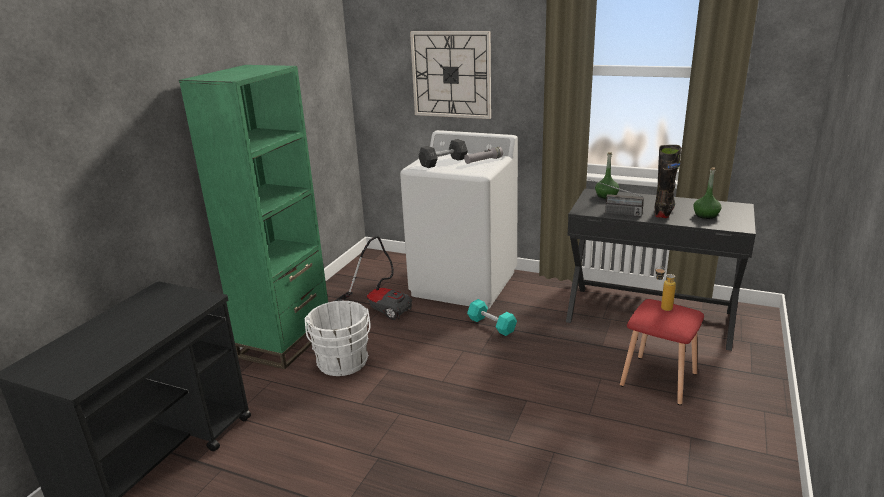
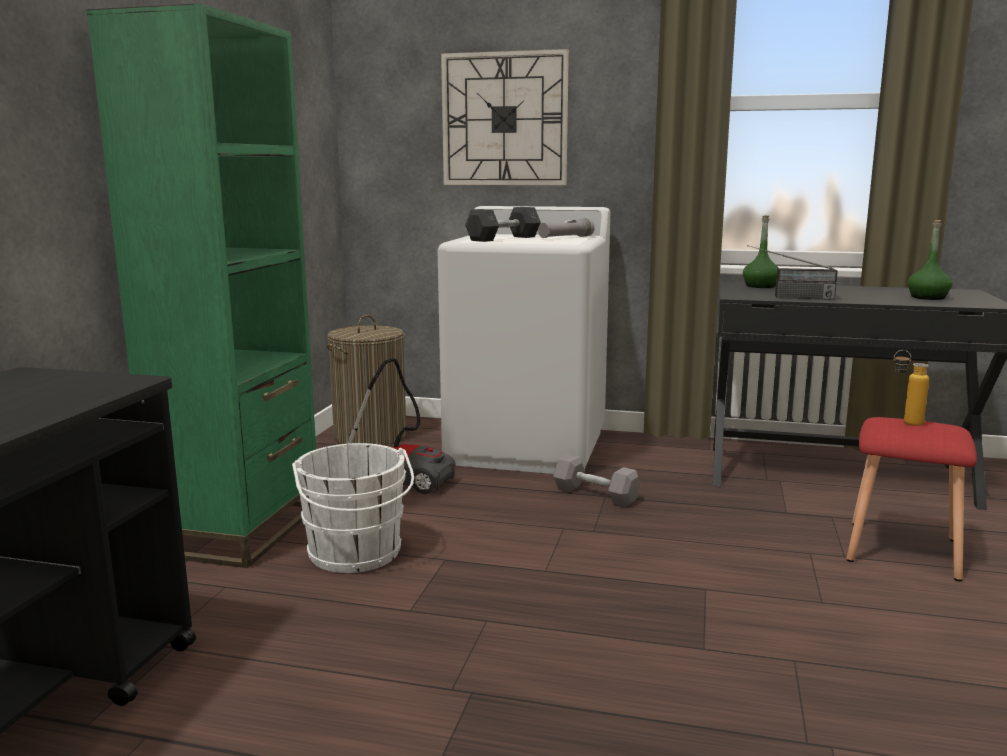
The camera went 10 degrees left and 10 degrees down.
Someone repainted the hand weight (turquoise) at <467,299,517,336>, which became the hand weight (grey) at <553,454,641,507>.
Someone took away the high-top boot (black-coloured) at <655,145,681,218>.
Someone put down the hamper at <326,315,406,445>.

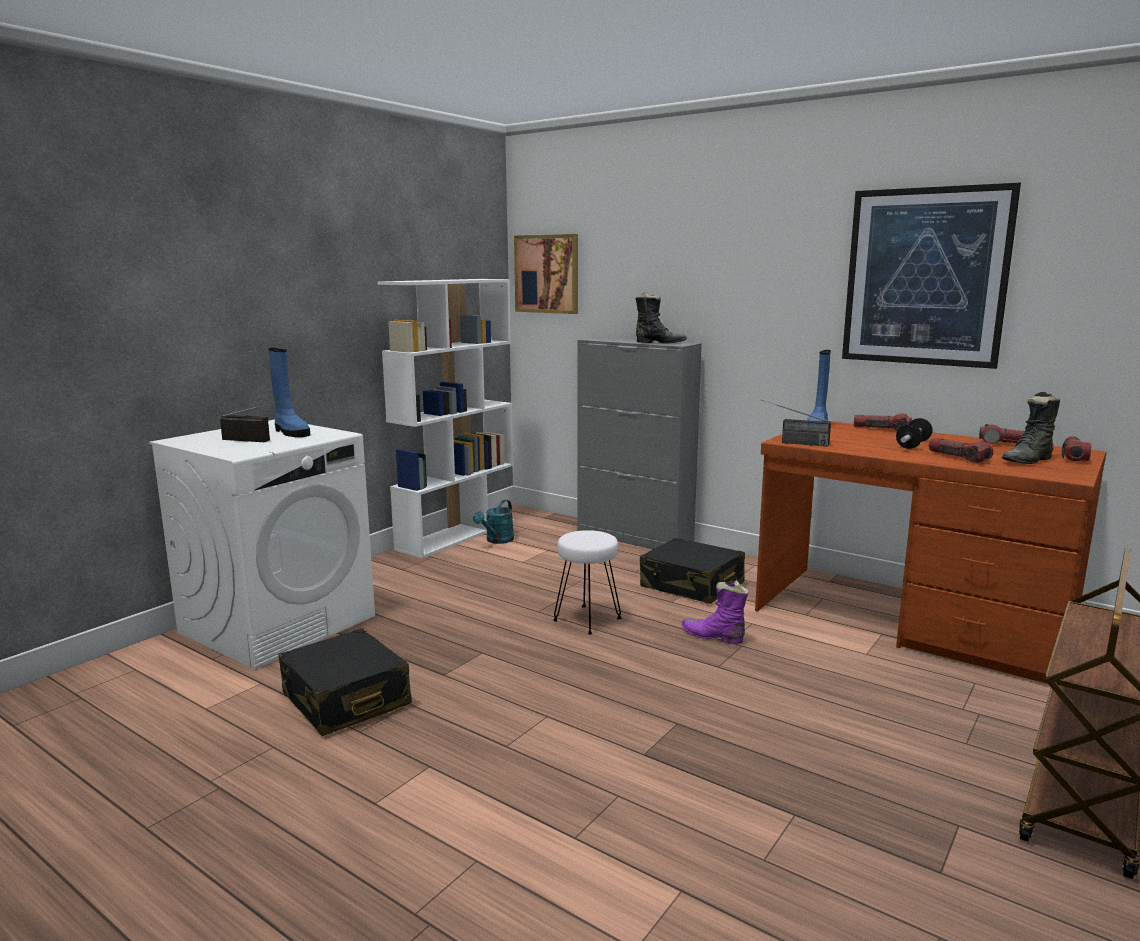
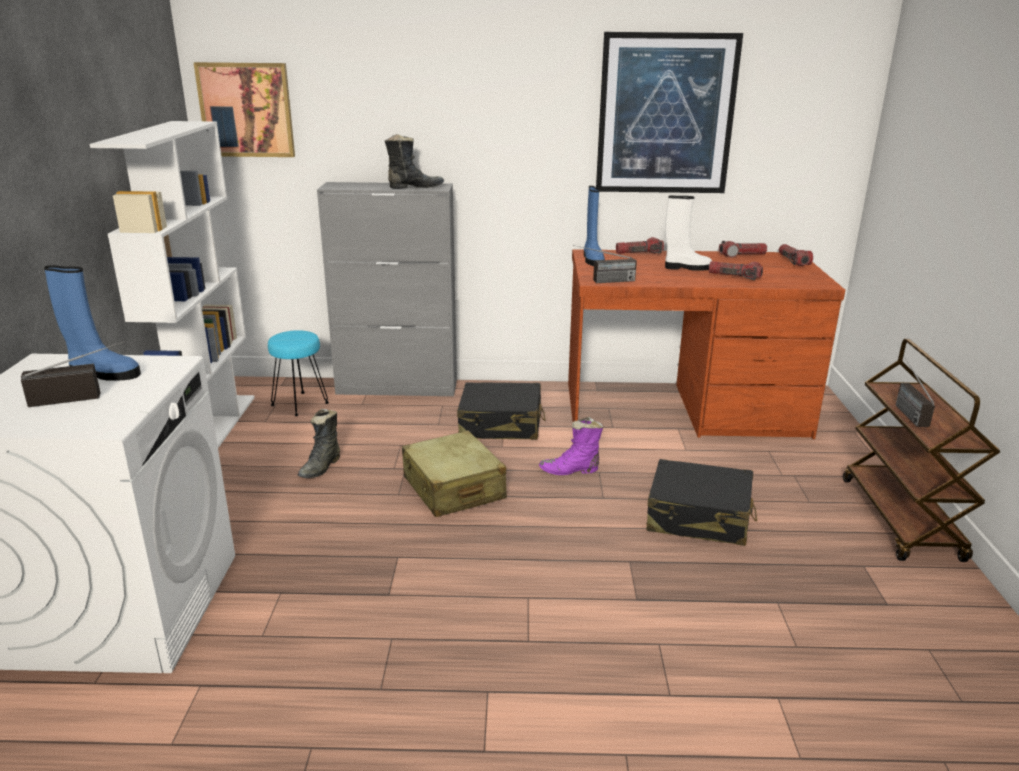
The camera went 35 degrees left and 10 degrees up.
Someone carried the travel case (black-coloured) from <279,628,412,736> to <646,459,757,546>.
Someone took away the watering can (turquoise) at <473,500,514,544>.
Someone swapped the stool (white-coloured) at <553,530,622,634> for the travel case (beige-coloured) at <402,430,507,517>.
Someone swapped the hand weight at <896,418,933,449> for the high-top boot (white-coloured) at <665,196,712,271>.
Someone carried the high-top boot (black-coloured) from <1002,391,1060,464> to <298,409,340,478>.
Someone put down the stool (turquoise) at <268,330,329,416>.
Someone put down the radio set at <896,355,935,427>.

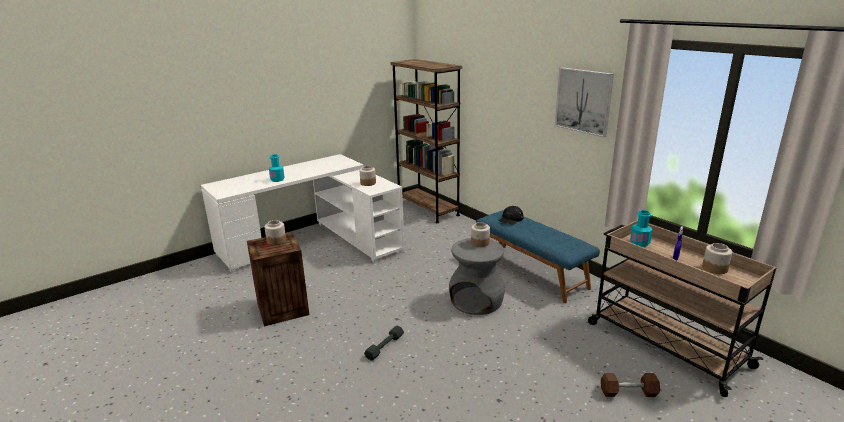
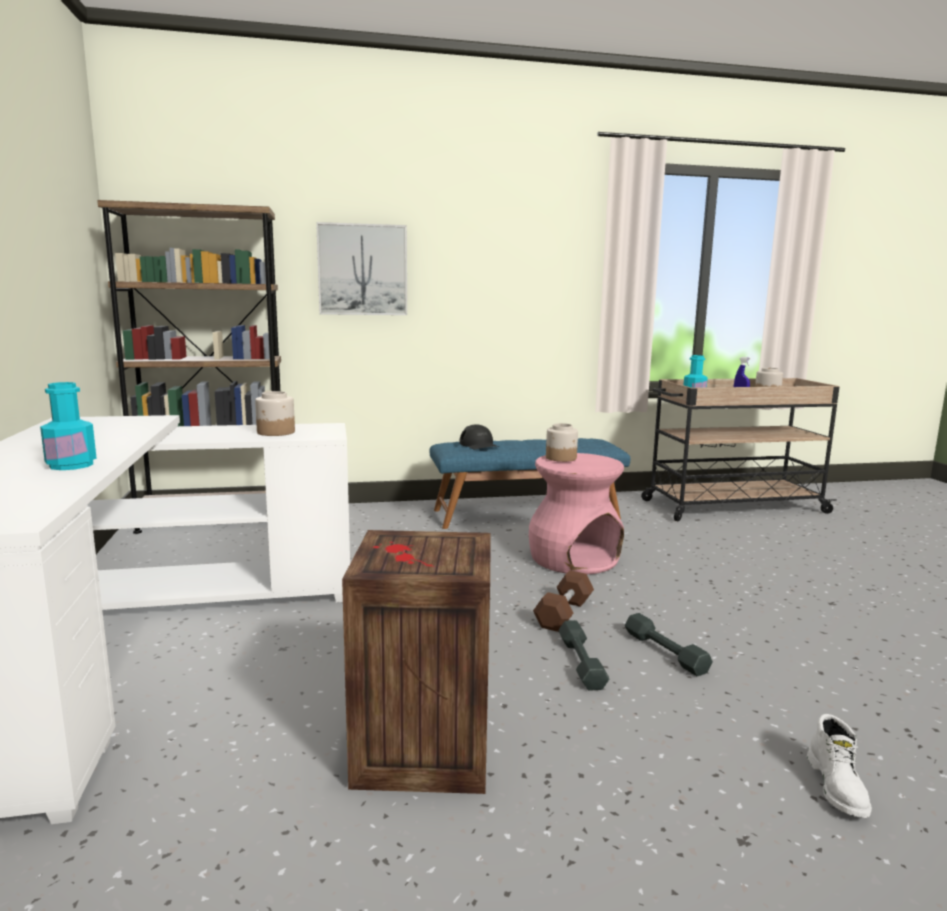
The camera went 65 degrees left and 10 degrees down.
Someone took away the jar at <265,220,286,245>.
Someone repainted the stool (grey) at <449,238,505,315>, which became the stool (pinkish) at <529,453,624,574>.
Someone carried the wall art from <555,67,614,138> to <316,222,407,315>.
Someone carried the hand weight (brownish) from <601,373,660,397> to <533,570,594,632>.
Someone put down the hand weight (grey) at <558,620,610,690>.
Someone put down the high-top boot (white-coloured) at <807,714,872,818>.

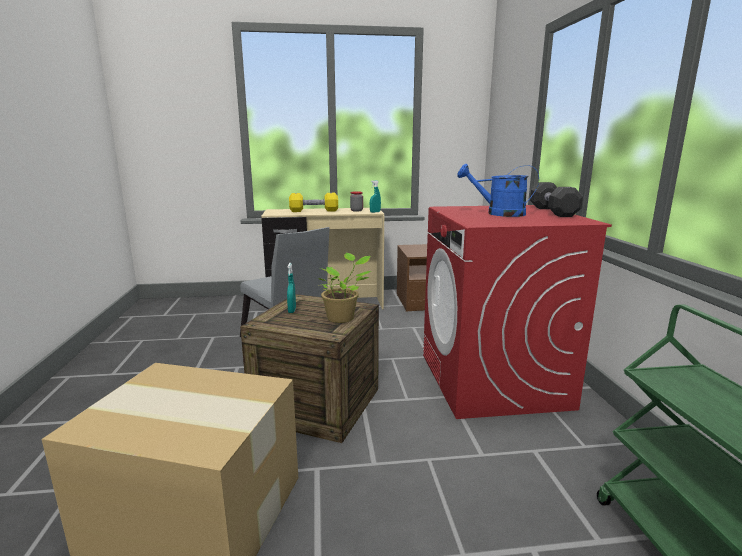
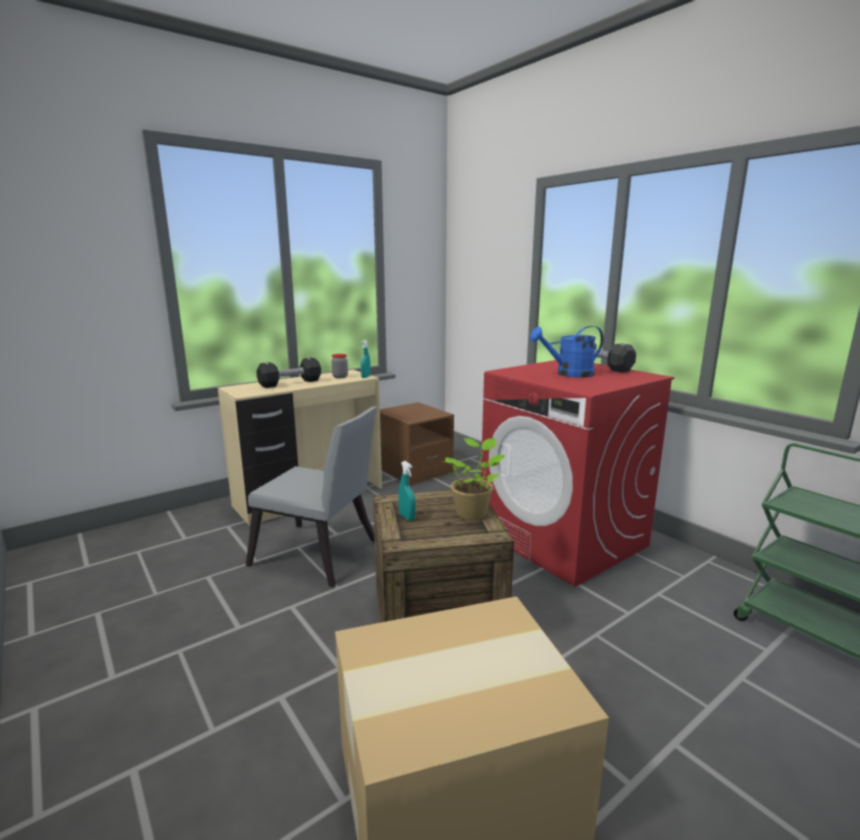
The camera went 30 degrees left and 0 degrees up.
Someone repainted the hand weight (yellow-coloured) at <289,193,338,212>, which became the hand weight (black-coloured) at <256,358,321,388>.

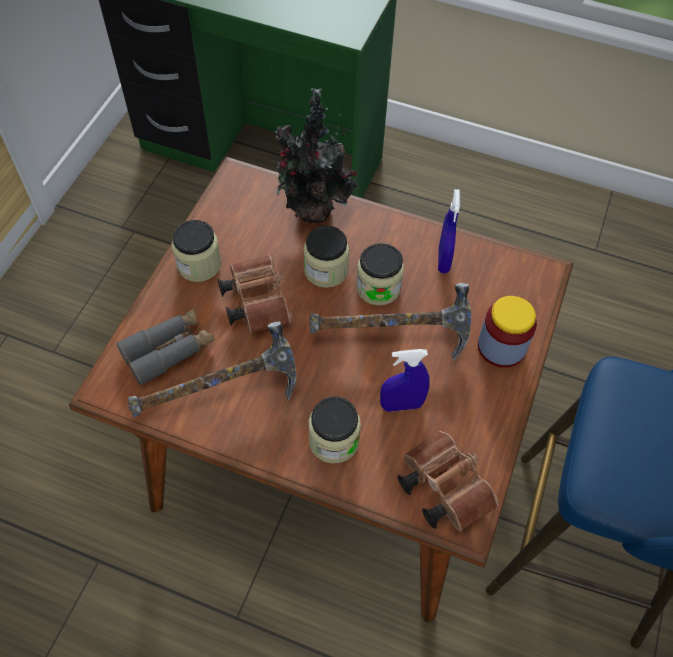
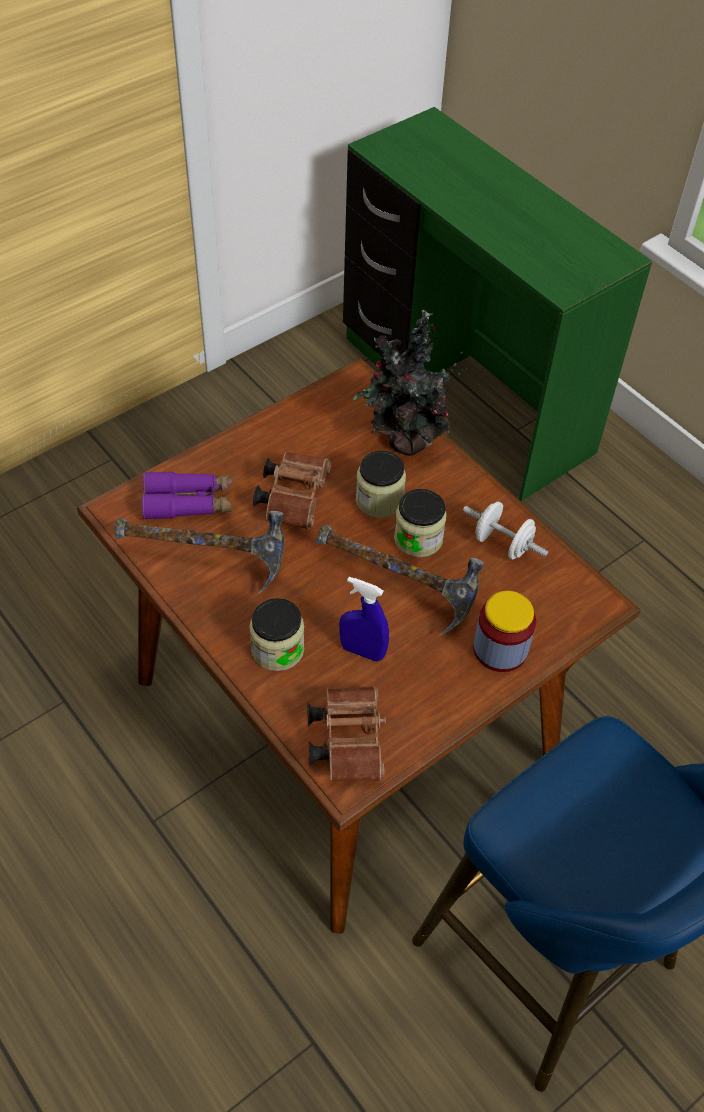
The camera went 30 degrees right and 5 degrees down.
Someone repainted the binoculars (grey) at <117,309,215,385>, which became the binoculars (purple) at <142,472,232,520>.
Someone took away the jar at <172,220,221,282>.
Someone swapped the sprayer (blue-coloured) at <438,189,460,274> for the hand weight (white-coloured) at <463,502,548,559>.

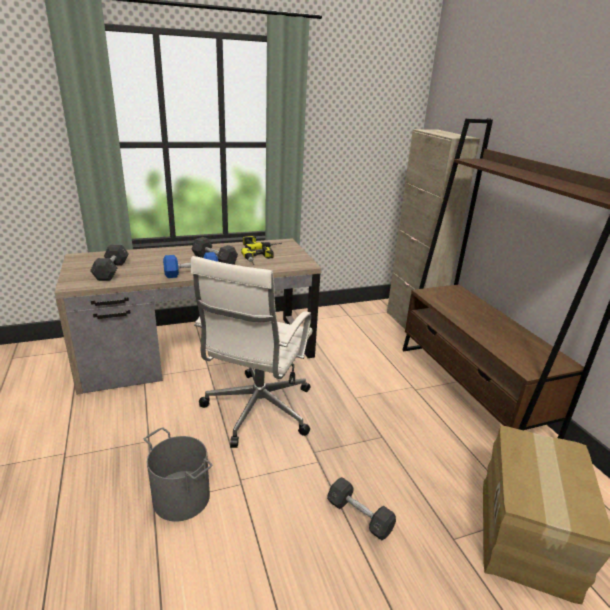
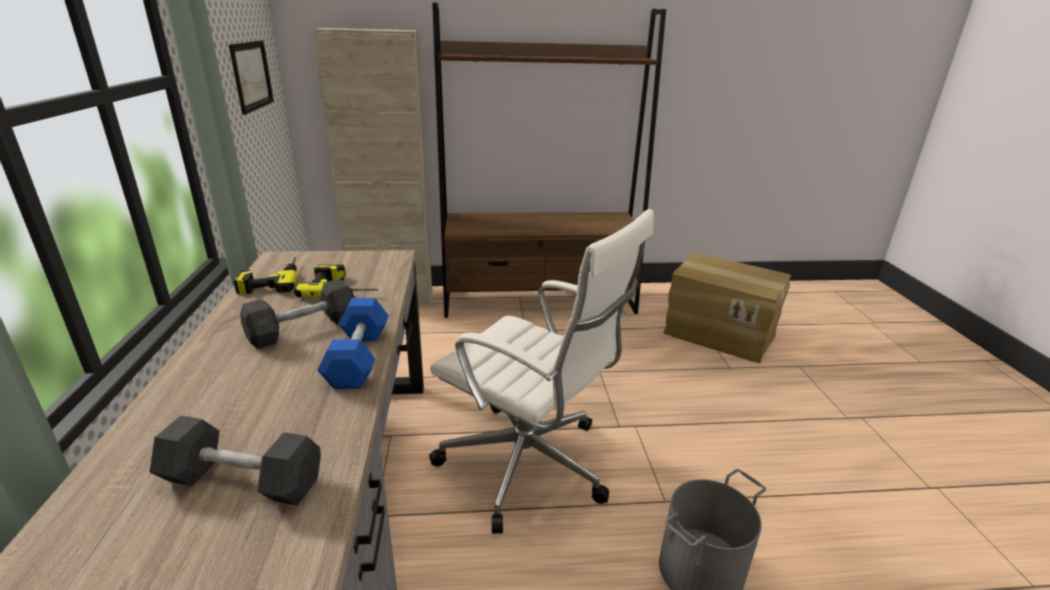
The camera went 75 degrees left and 0 degrees up.
Someone took away the hand weight (grey) at <327,477,396,540>.
Someone put up the wall art at <229,40,274,115>.

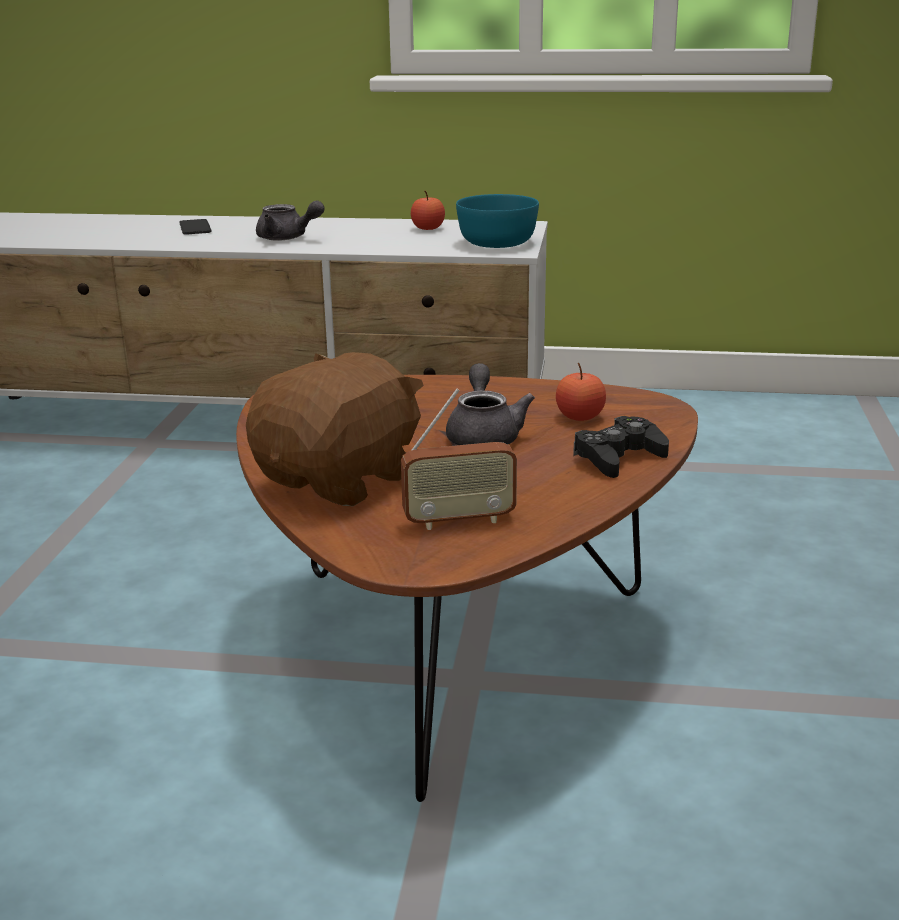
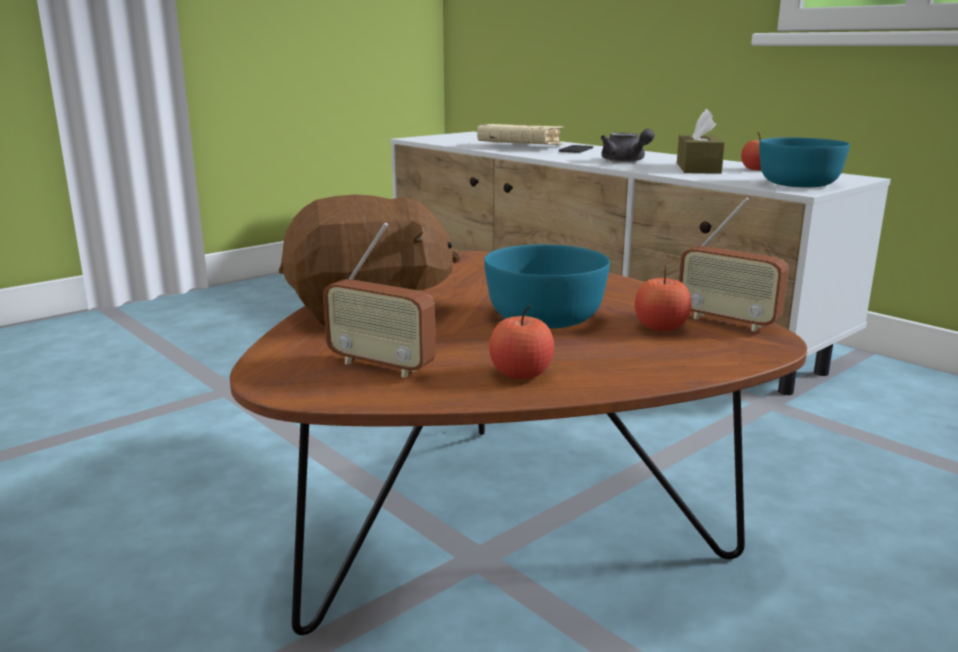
The camera went 40 degrees right and 5 degrees down.
Someone swapped the tea pot (grey) at <446,363,535,445> for the bowl (turquoise) at <484,244,610,329>.
Someone took away the game controller (black-coloured) at <573,416,669,478>.
Someone put down the book (beige-coloured) at <477,124,564,146>.
Someone put down the apple fruit at <489,305,554,379>.
Someone put down the box of tissues (brownish) at <677,109,725,174>.
Someone put down the radio set at <679,197,789,331>.

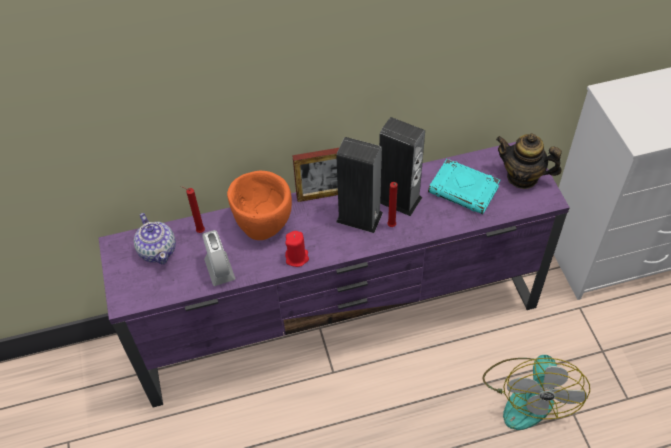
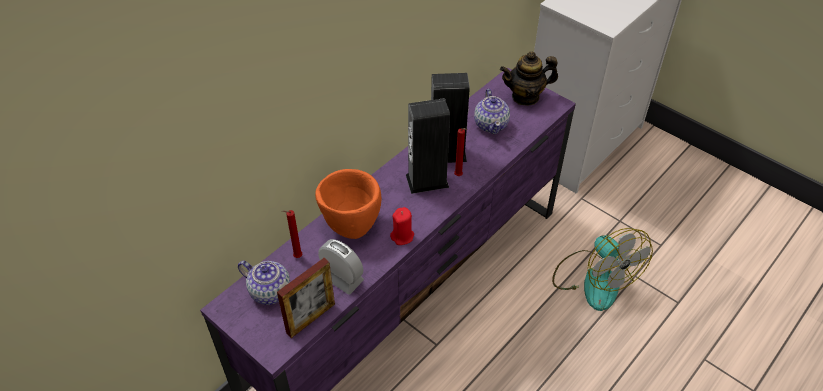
The camera went 35 degrees left and 5 degrees down.
Someone carried the standing frame from <292,148,339,202> to <277,258,335,338>.
Someone swapped the book (turquoise) at <428,159,500,214> for the tea pot at <474,89,510,134>.

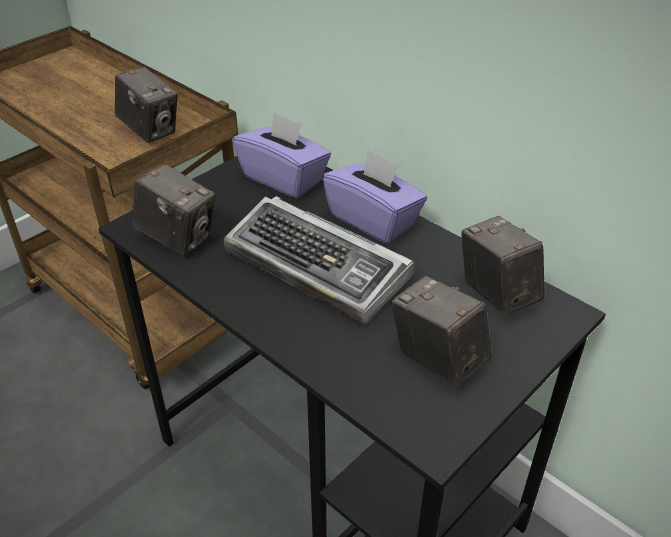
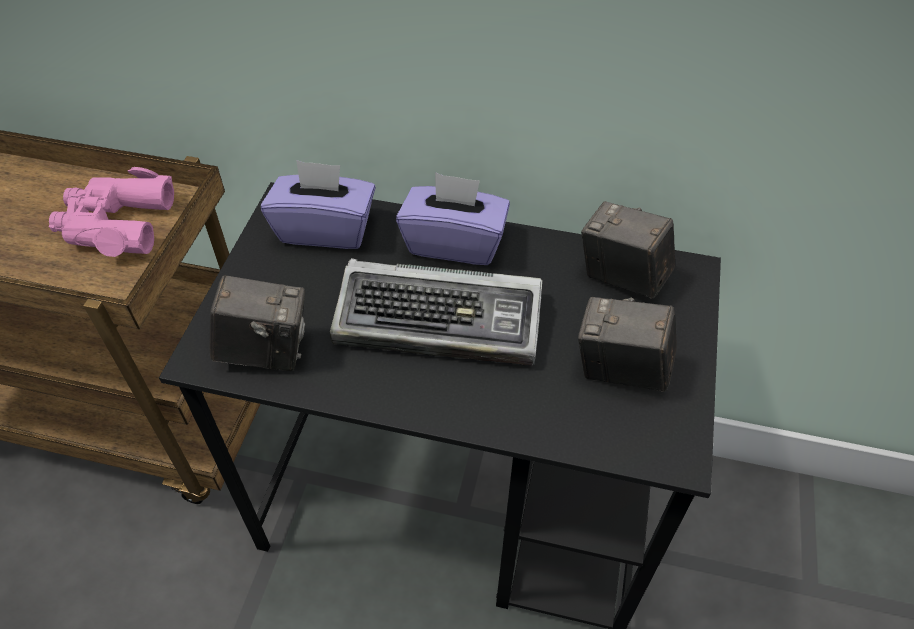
The camera went 30 degrees left and 10 degrees up.
Someone swapped the still camera at <115,66,178,143> for the binoculars (pinkish) at <49,167,174,257>.

